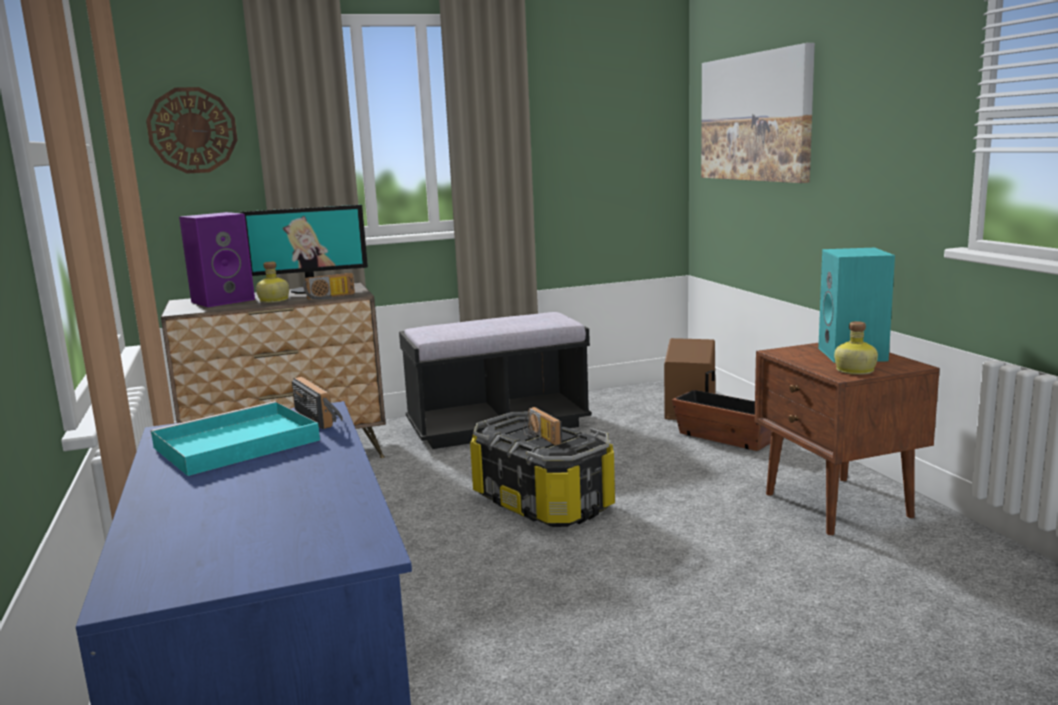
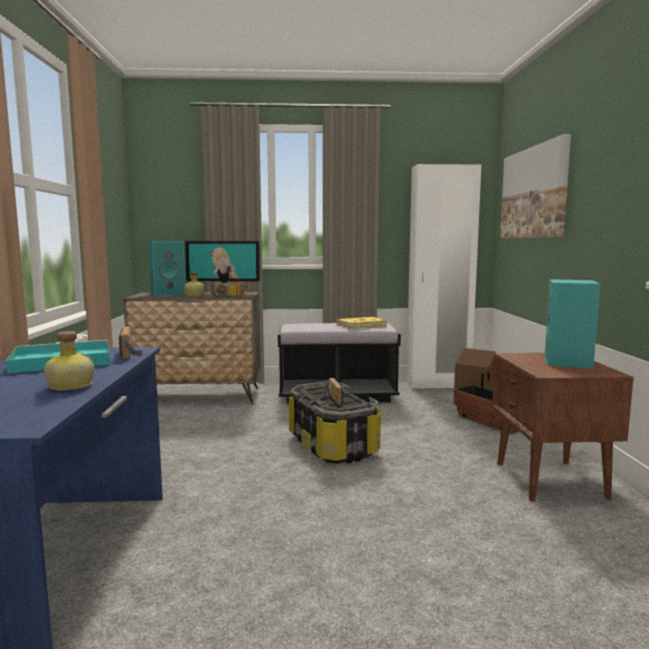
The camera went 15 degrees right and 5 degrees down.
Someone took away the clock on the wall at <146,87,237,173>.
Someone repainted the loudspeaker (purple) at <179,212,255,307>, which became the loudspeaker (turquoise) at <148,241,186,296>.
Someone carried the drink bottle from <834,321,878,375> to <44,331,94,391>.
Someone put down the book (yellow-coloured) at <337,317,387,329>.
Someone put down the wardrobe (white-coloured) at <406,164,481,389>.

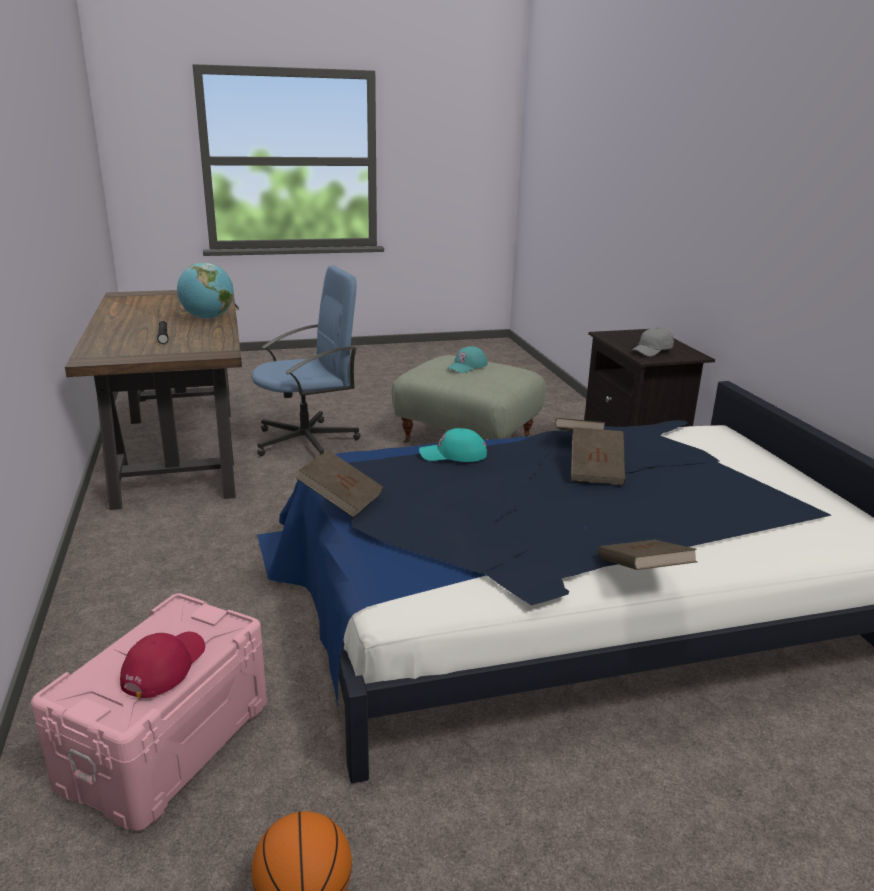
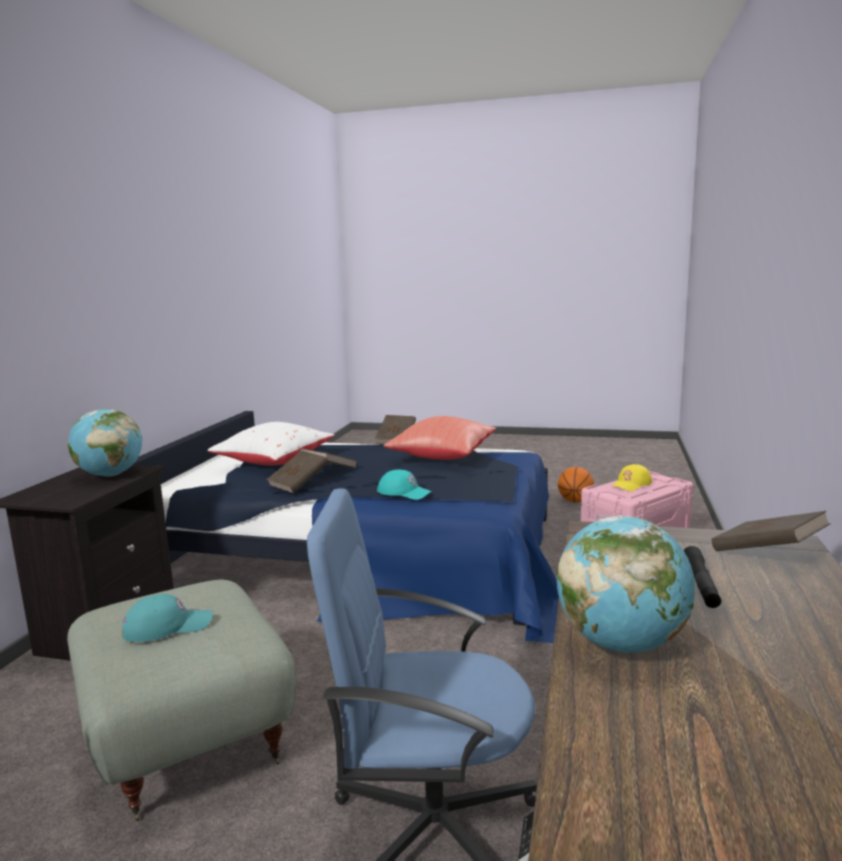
The camera went 150 degrees left and 10 degrees down.
Someone repainted the cap (red) at <120,632,205,698>, which became the cap (yellow-coloured) at <612,464,652,491>.
Someone carried the book (brownish) from <296,450,383,517> to <712,511,831,551>.
Someone swapped the cap (grey) at <631,327,674,357> for the world globe at <68,409,142,476>.
Someone put down the pillow (white-coloured) at <208,422,335,465>.
Someone put down the pillow (red) at <384,416,496,460>.

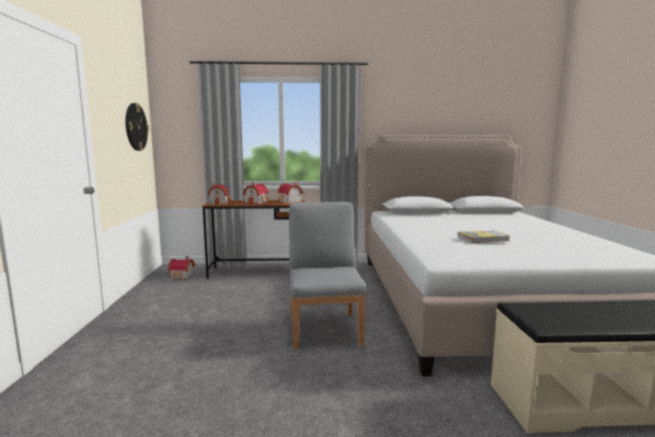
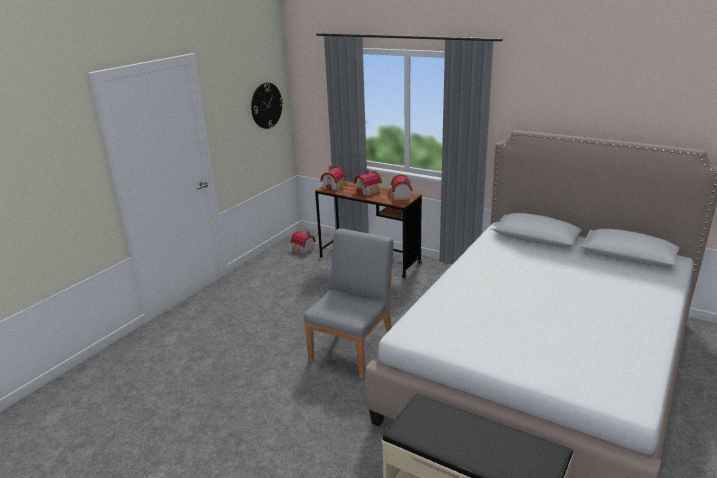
The camera went 35 degrees right and 15 degrees up.
Someone took away the book at <457,230,510,244>.

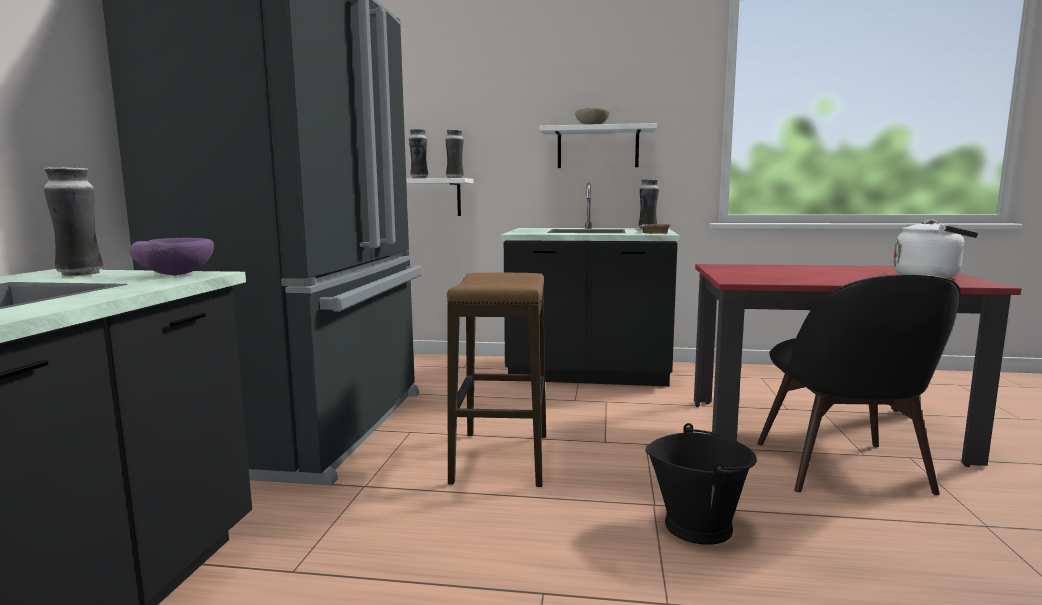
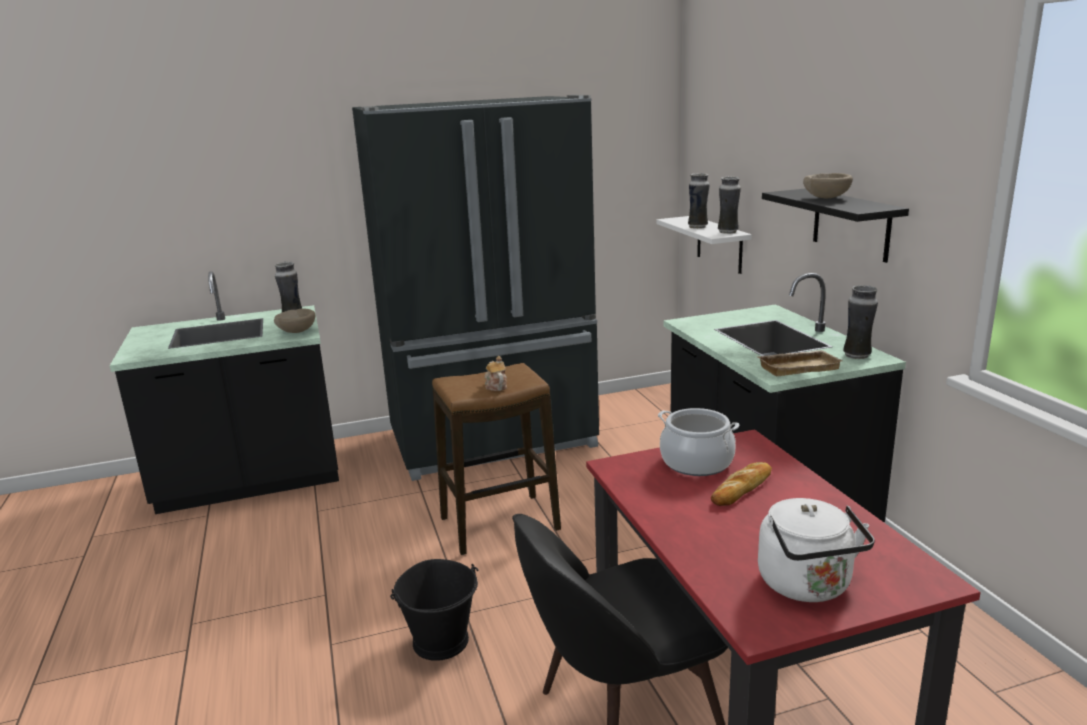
The camera went 65 degrees right and 10 degrees up.
Someone repainted the bowl (purple) at <129,238,214,276>, which became the bowl (beige-coloured) at <274,308,315,333>.
Someone repainted the wall shelf (white-coloured) at <540,123,657,168>, which became the wall shelf (black-coloured) at <762,188,909,263>.
Someone put down the tea pot at <484,356,507,391>.
Someone put down the saucepot at <658,408,739,476>.
Someone put down the bread at <711,462,772,506>.

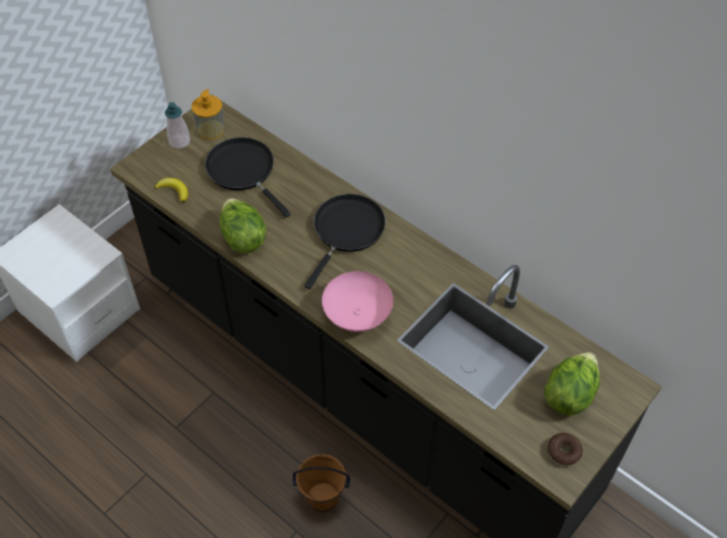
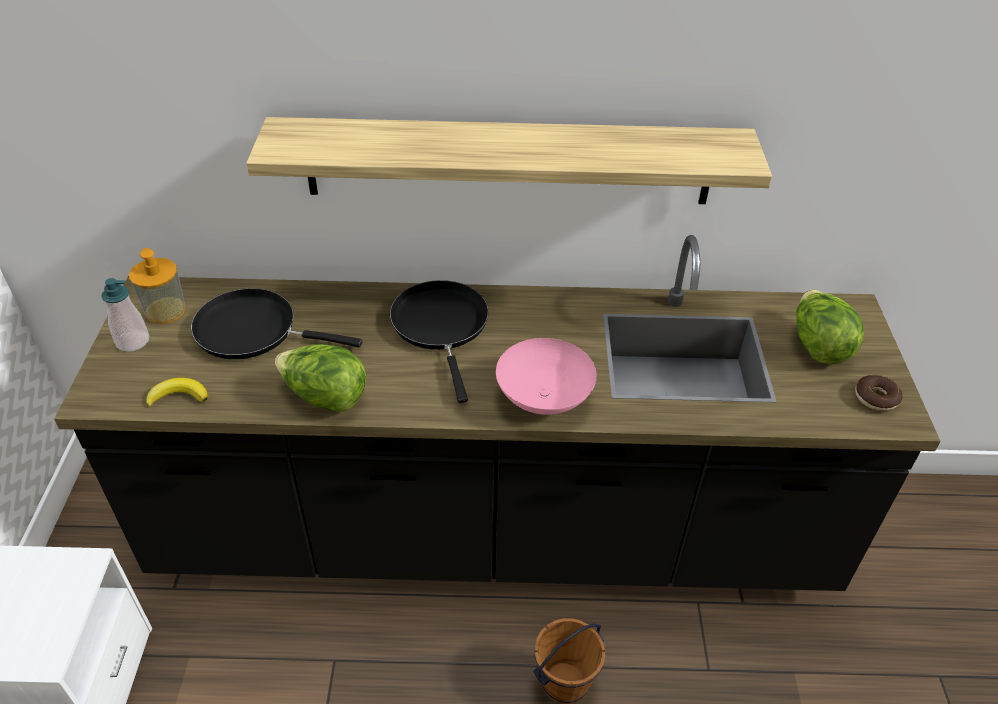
The camera went 40 degrees left and 10 degrees down.
Someone put up the wall shelf at <246,117,772,204>.

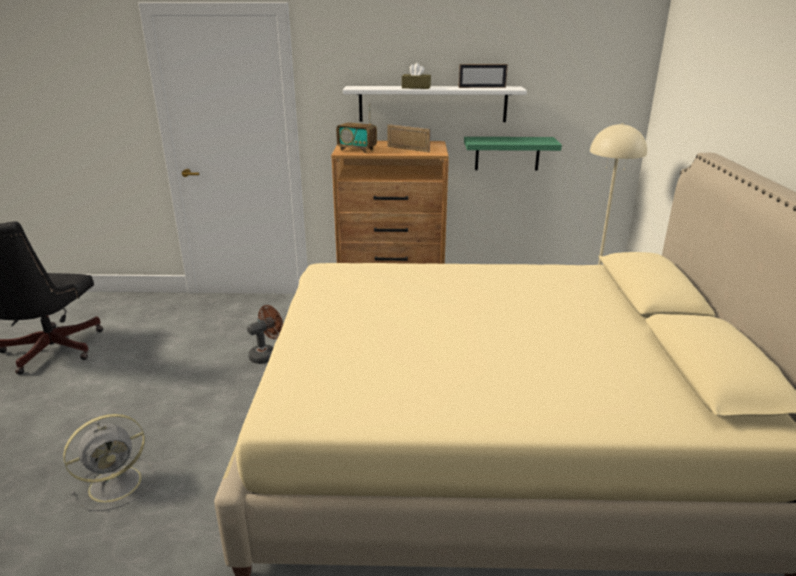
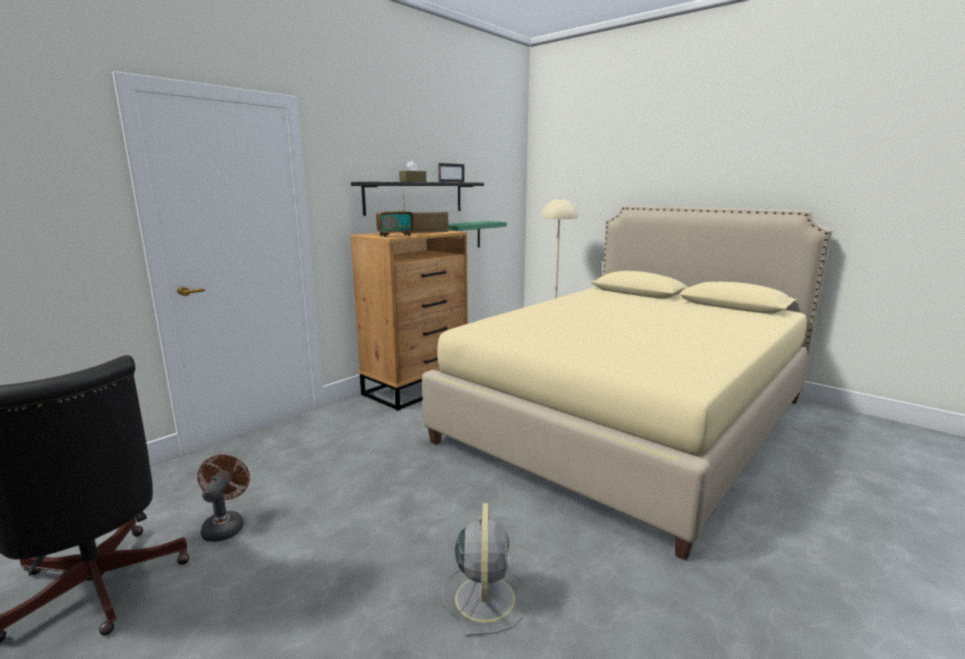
The camera went 50 degrees left and 10 degrees down.
Someone carried the fan (brownish) from <247,305,283,364> to <197,454,250,542>.
Someone repainted the wall shelf (white-coloured) at <343,86,527,122>, which became the wall shelf (black-coloured) at <351,182,484,216>.

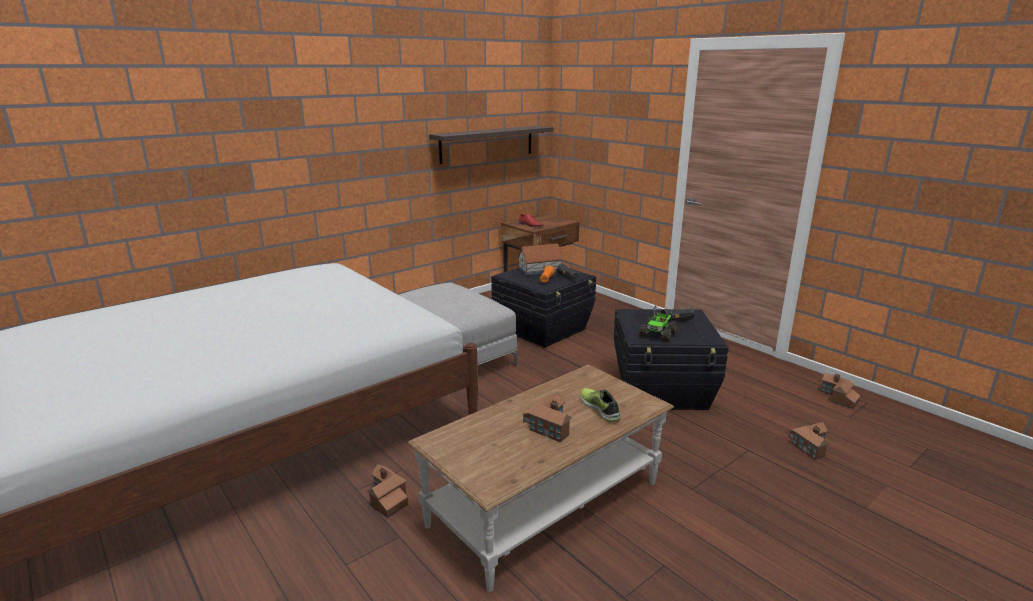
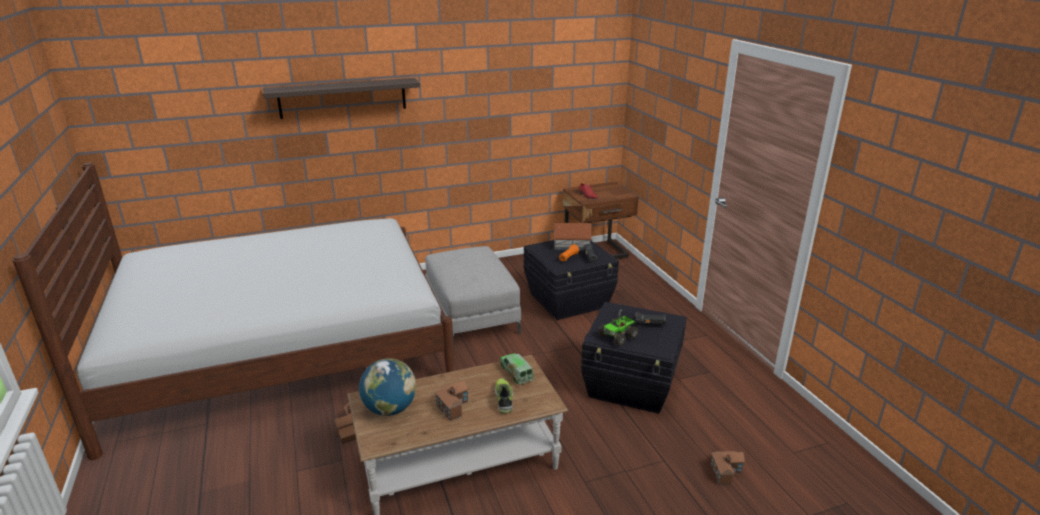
The camera went 20 degrees right and 5 degrees up.
Someone carried the wall shelf from <429,126,554,164> to <263,78,420,119>.
Someone took away the model house at <821,373,861,409>.
Someone put down the world globe at <359,358,416,416>.
Someone put down the toy lorry at <500,353,534,385>.

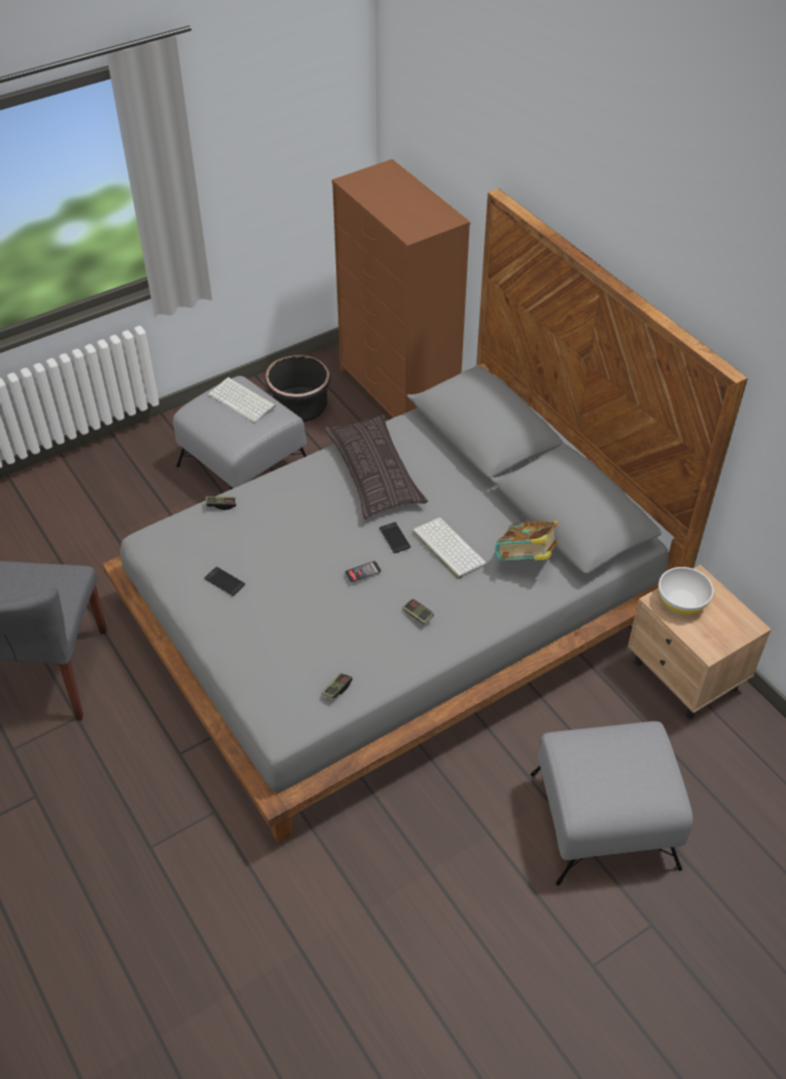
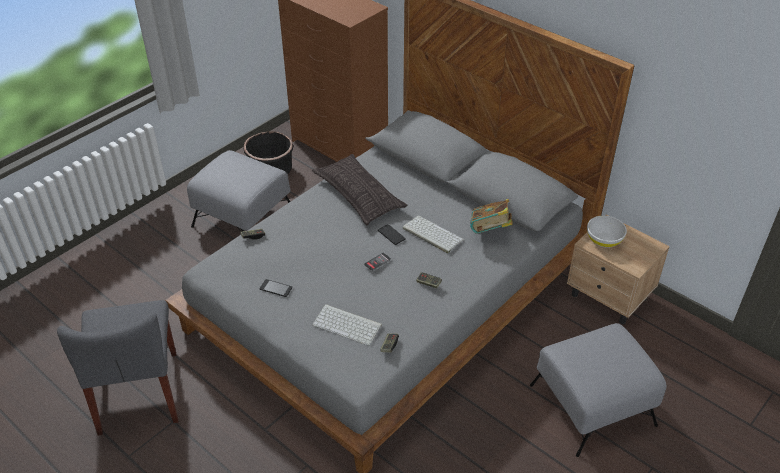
The camera went 15 degrees left and 5 degrees down.
Someone carried the keyboard from <208,377,276,422> to <312,304,382,346>.

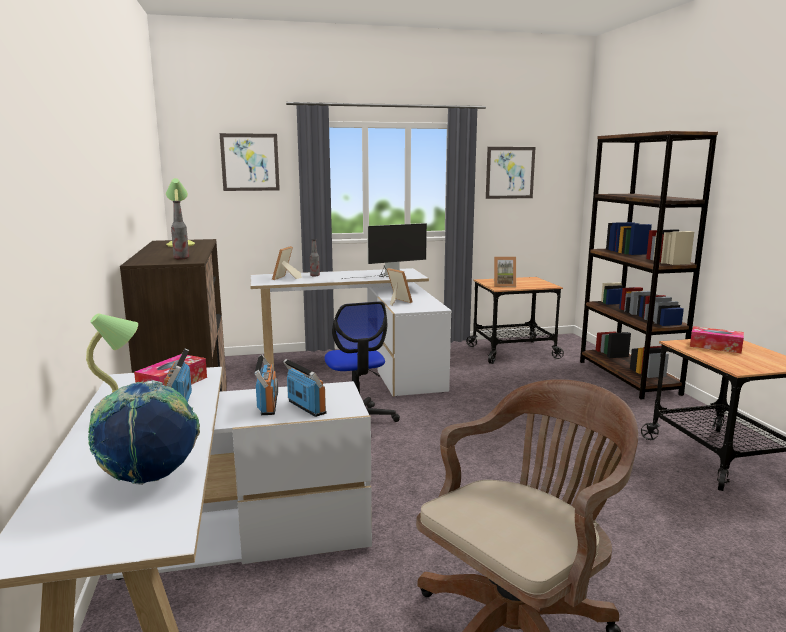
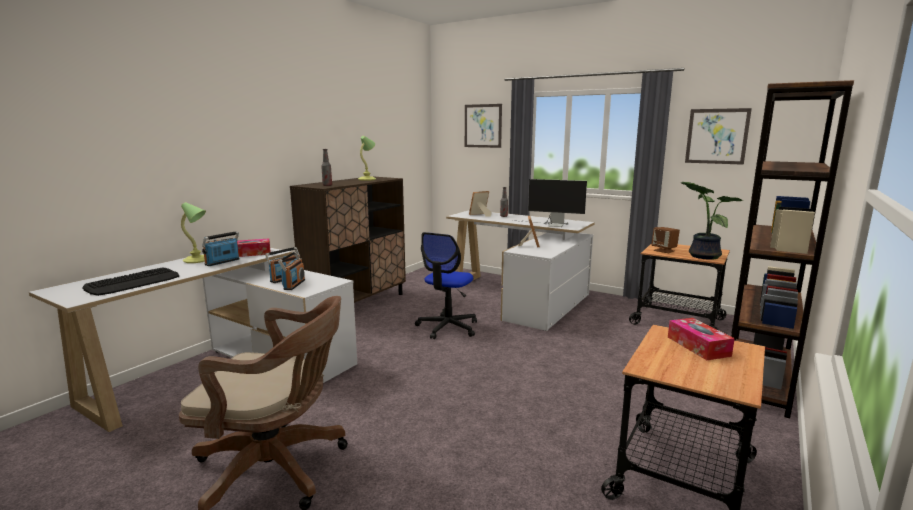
The camera went 45 degrees right and 0 degrees up.
Someone swapped the world globe at <88,380,200,485> for the keyboard at <82,268,179,296>.
Someone swapped the standing frame at <494,257,516,287> for the loudspeaker (brownish) at <651,227,680,253>.
Someone put down the potted plant at <681,182,743,260>.

